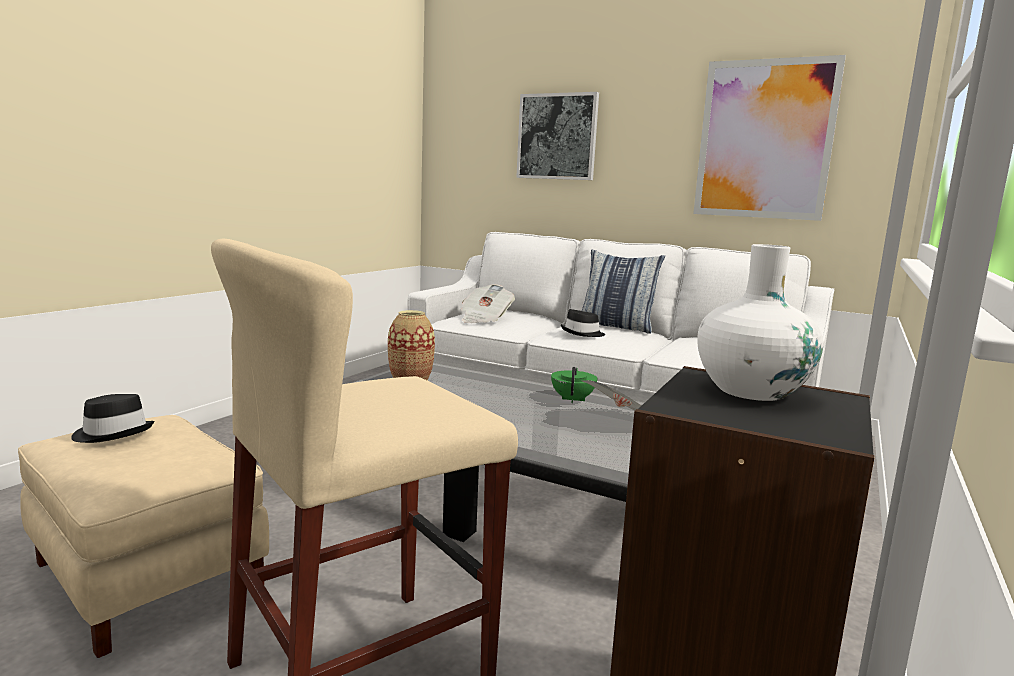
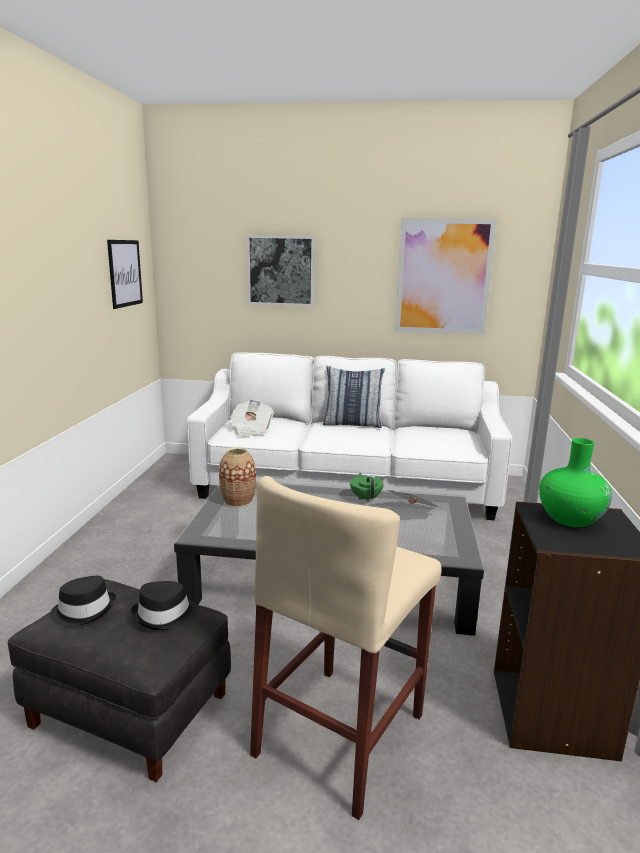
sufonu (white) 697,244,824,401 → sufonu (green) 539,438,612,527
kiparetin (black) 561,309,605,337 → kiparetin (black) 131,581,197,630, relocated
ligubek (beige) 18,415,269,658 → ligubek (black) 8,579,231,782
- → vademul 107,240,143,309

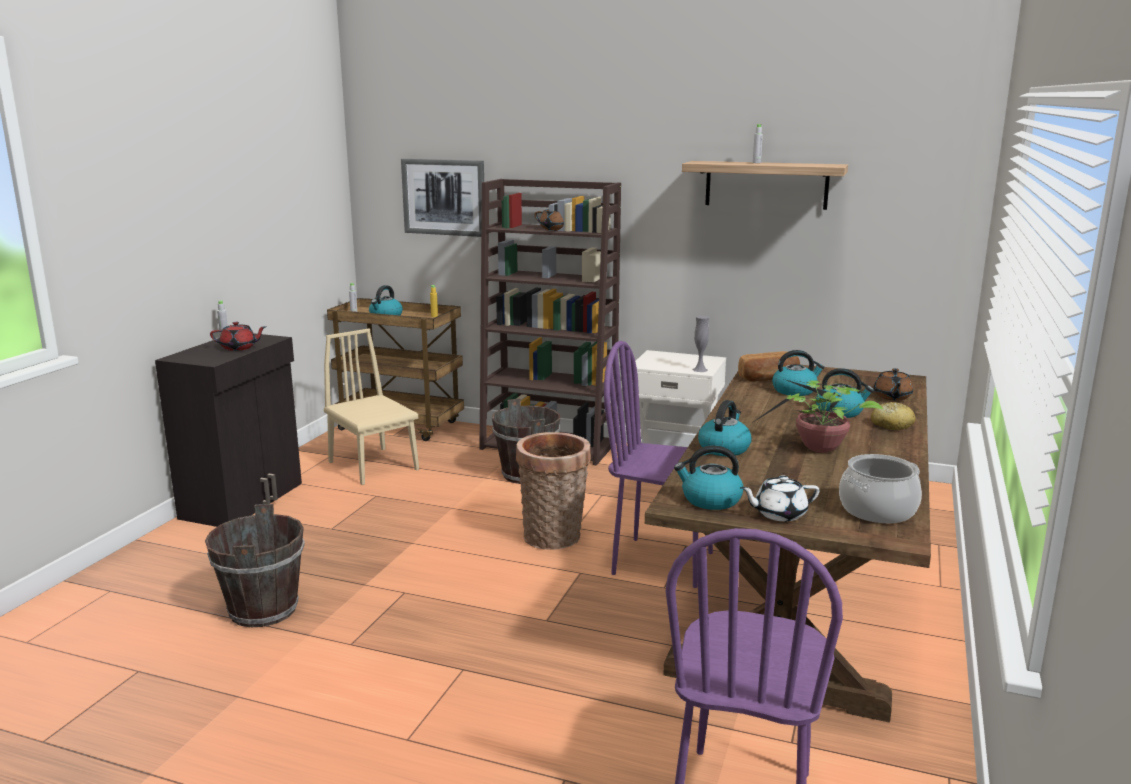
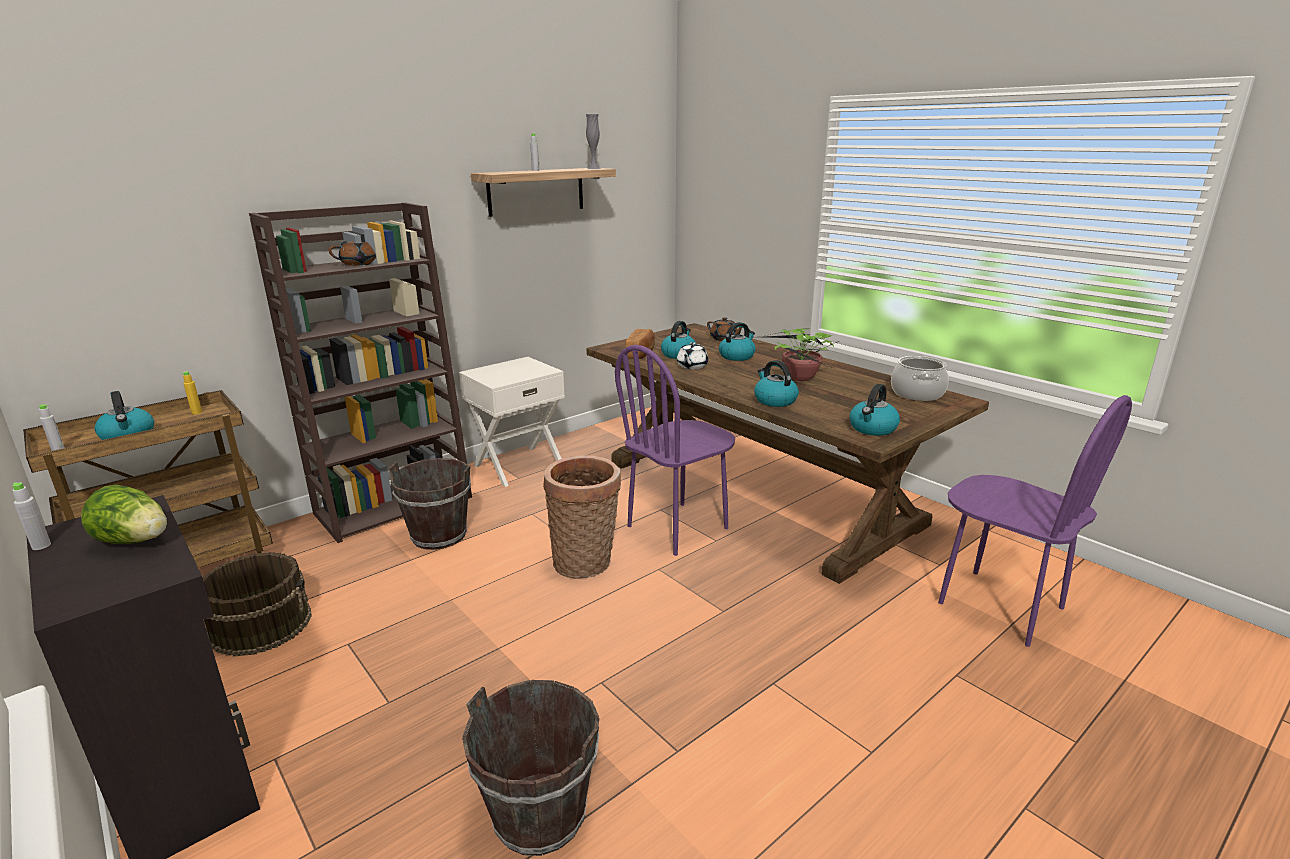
vademul 401,159,484,237 → -
sufonu (grey) 693,316,709,372 → sufonu (grey) 586,114,601,169, relocated
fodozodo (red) 210,322,267,351 → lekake 81,484,167,544
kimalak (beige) 324,329,419,485 → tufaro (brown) 202,552,312,657
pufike 871,402,915,430 → -
fodozodo (white) 740,475,819,521 → fodozodo (white) 677,342,708,369, relocated

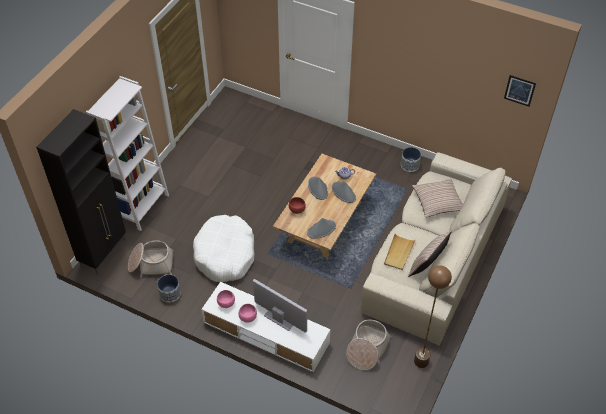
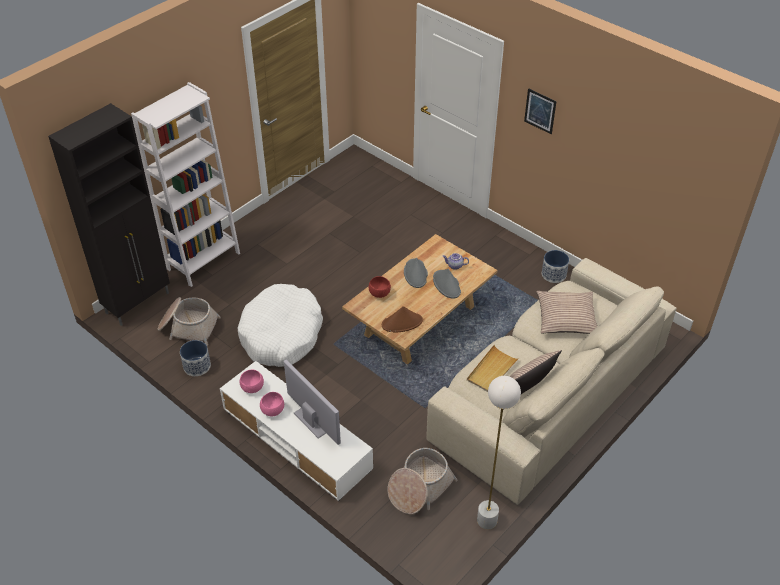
vademul 504,75,536,107 → vademul 524,88,557,134, relocated
kiparetin (grey) 307,218,336,239 → kiparetin (brown) 382,306,423,332
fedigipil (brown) 414,265,452,368 → fedigipil (white) 477,376,521,529

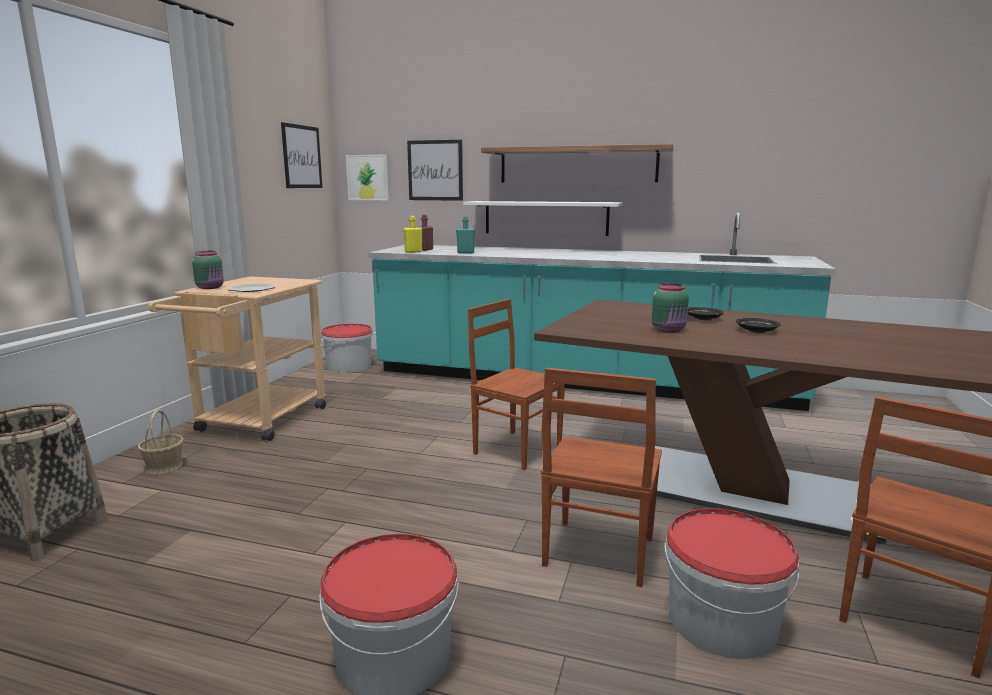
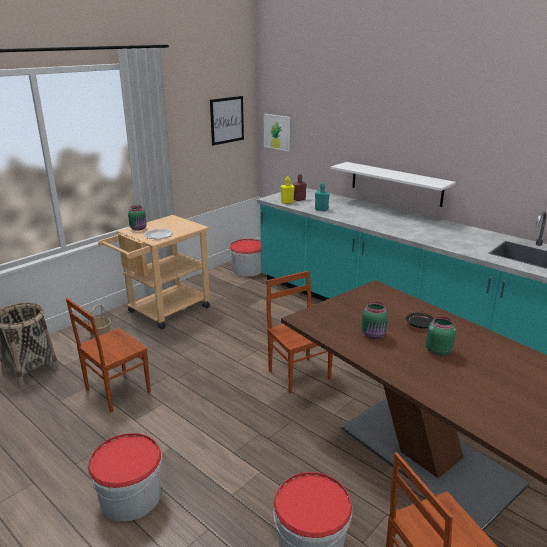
vademul 407,140,463,201 → -
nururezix 481,144,674,182 → -
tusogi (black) 736,318,781,333 → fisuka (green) 426,316,456,356
kimalak (brown) 541,368,662,587 → kimalak (brown) 66,298,151,412, relocated

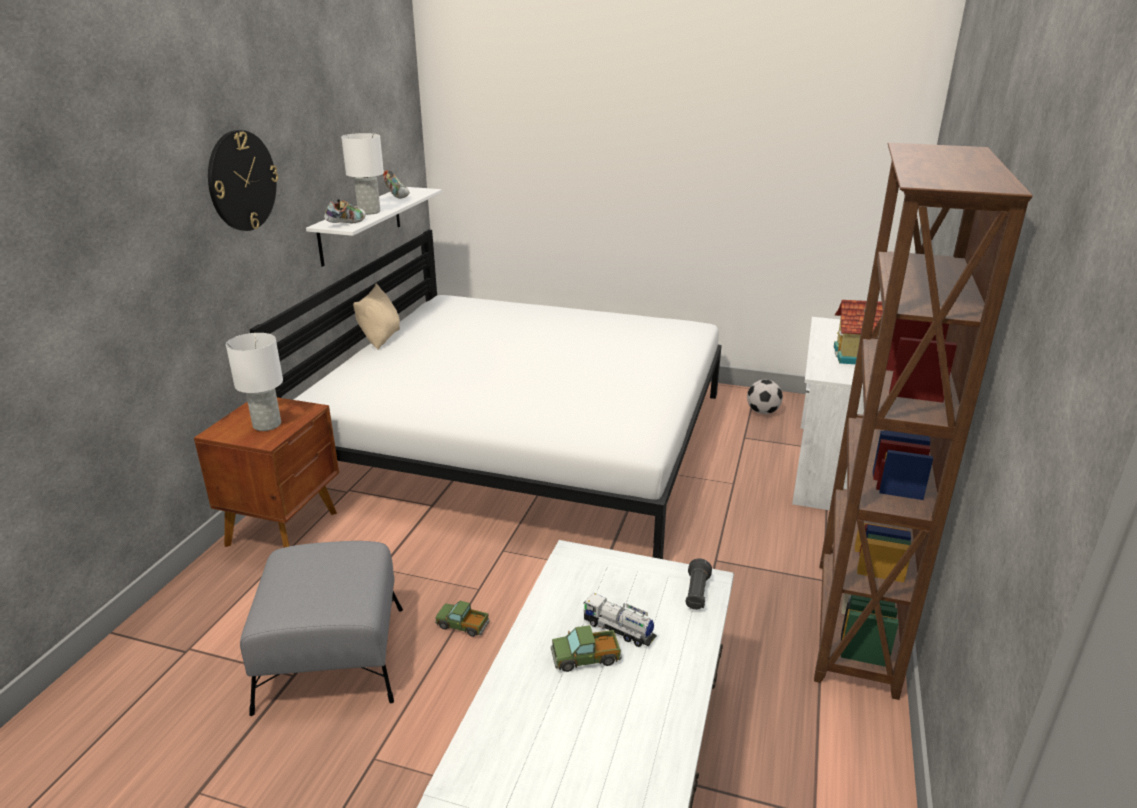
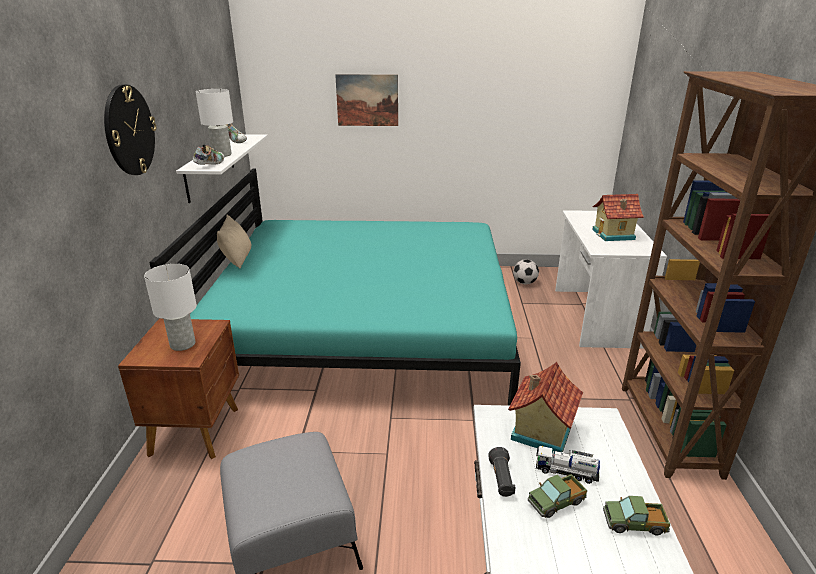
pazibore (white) 249,230,722,559 → pazibore (turquoise) 149,168,521,406
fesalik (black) 686,558,712,610 → fesalik (black) 488,447,516,497, relocated
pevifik 435,601,490,637 → pevifik 603,496,670,535, relocated
- → vademul 335,74,398,126
- → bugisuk 508,362,583,454

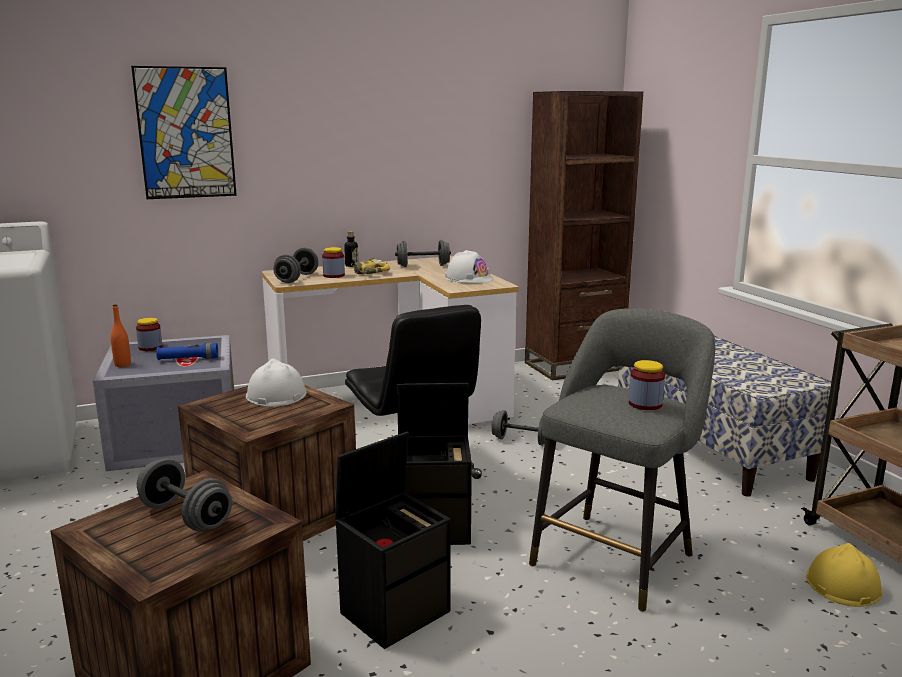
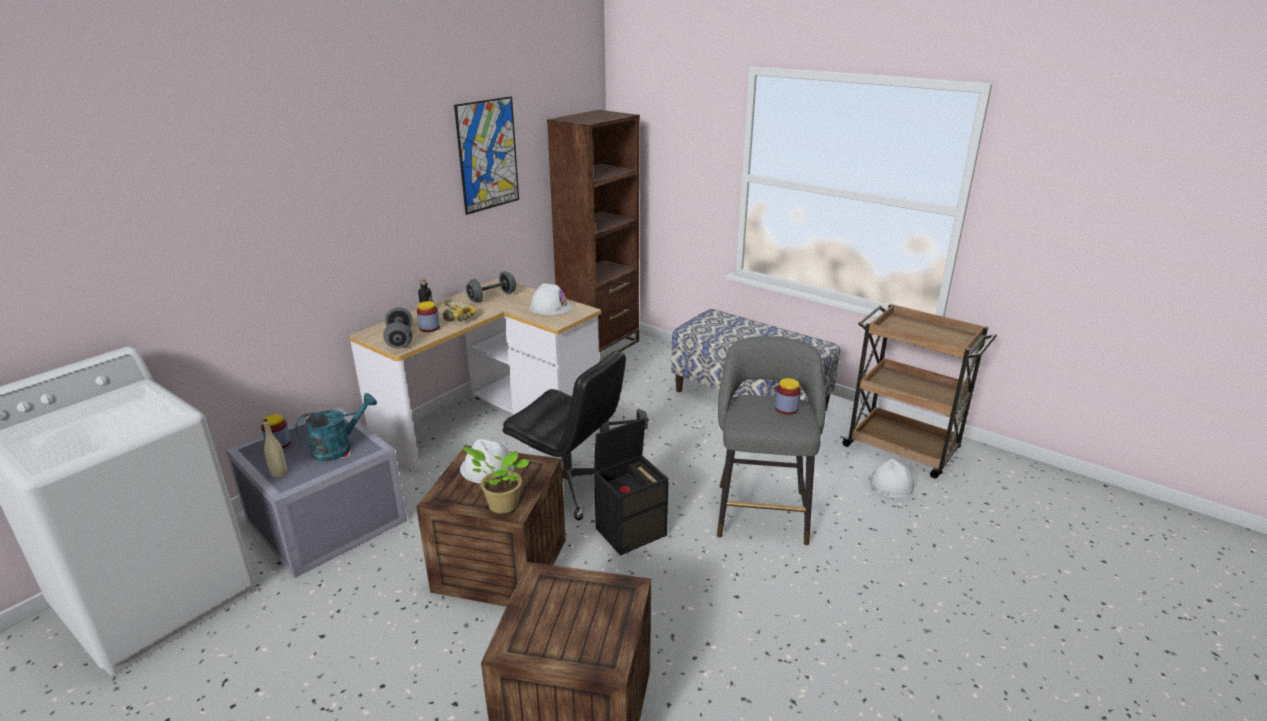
vademul 131,66,237,199 → vademul 454,96,519,215, relocated
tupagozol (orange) 111,304,131,367 → tupagozol (beige) 263,419,287,477
fesalik (blue) 156,343,218,360 → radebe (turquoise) 295,393,377,461
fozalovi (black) 335,431,450,649 → -
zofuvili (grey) 137,458,232,531 → -
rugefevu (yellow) 806,543,882,607 → rugefevu (white) 868,458,914,498
- → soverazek 462,447,529,514

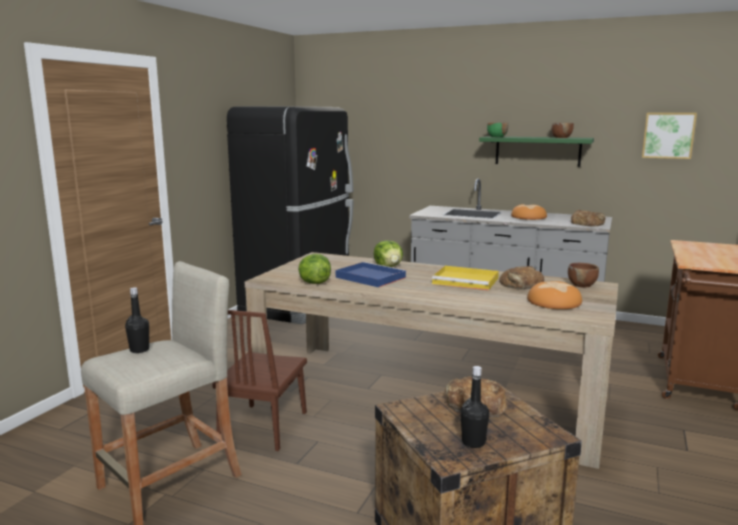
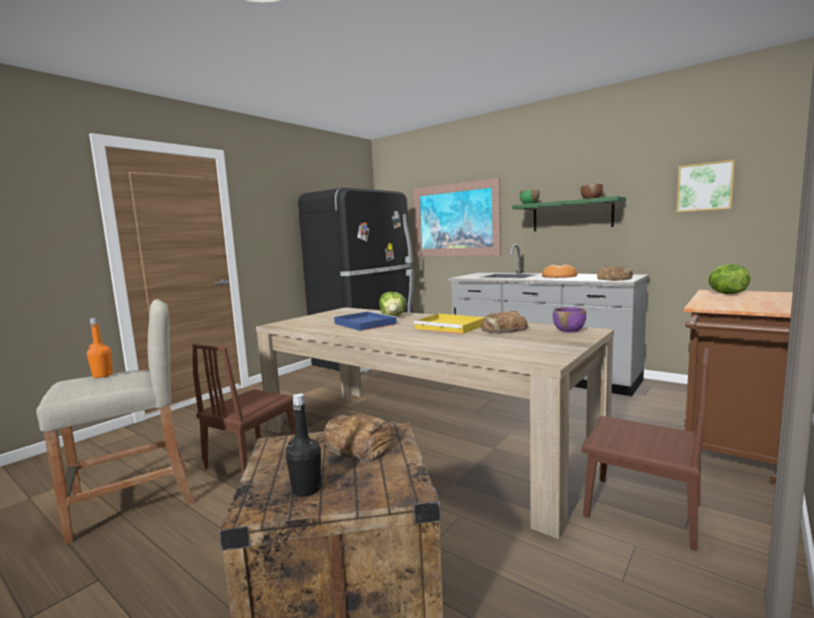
lekake 298,254,331,284 → lekake 708,264,751,294, relocated
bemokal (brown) 568,263,599,288 → bemokal (purple) 553,307,586,333
pufike 527,281,582,309 → -
tupagozol (black) 125,287,150,353 → tupagozol (orange) 87,318,113,378
- → vademul 413,178,501,257
- → kimalak (brown) 582,348,709,550

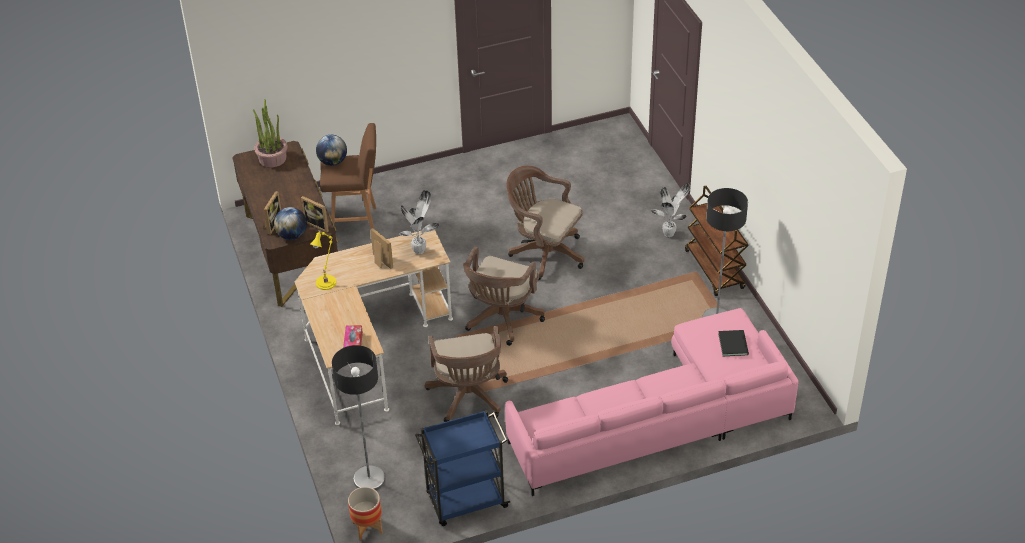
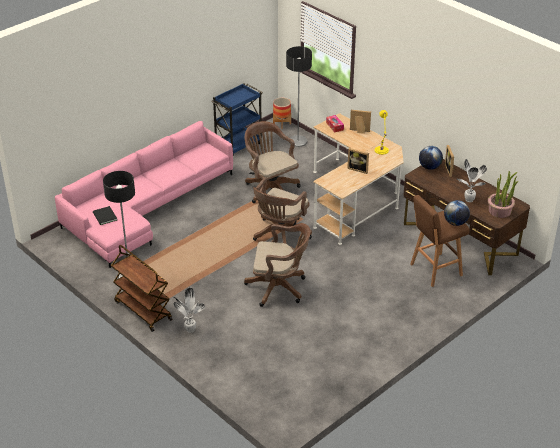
soverazek 399,190,439,254 → soverazek 457,159,487,202, relocated
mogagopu 301,196,329,233 → mogagopu 350,110,371,134, relocated
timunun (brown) 463,246,545,346 → timunun (brown) 253,178,312,244, 150 degrees counterclockwise

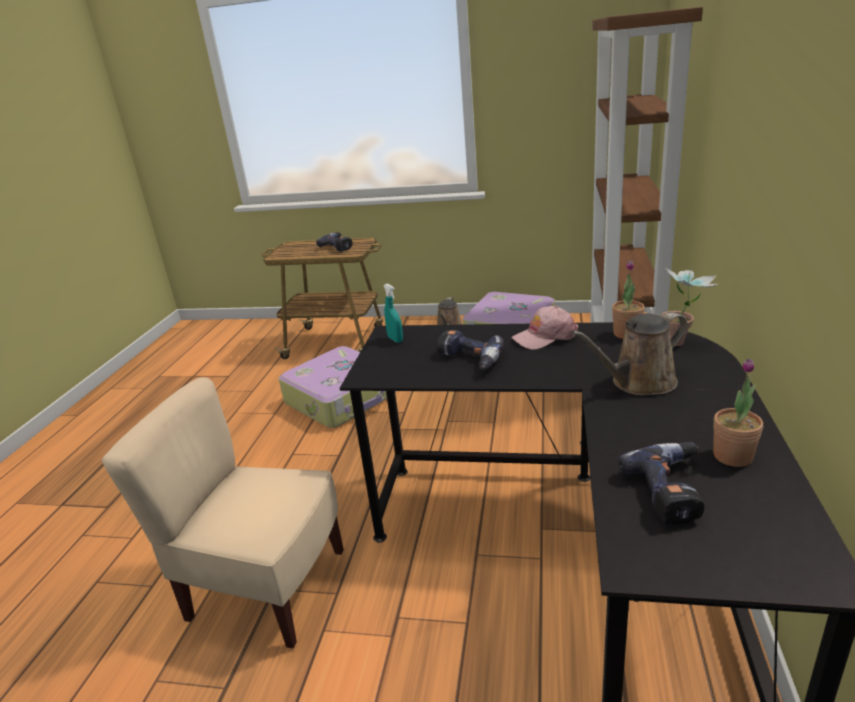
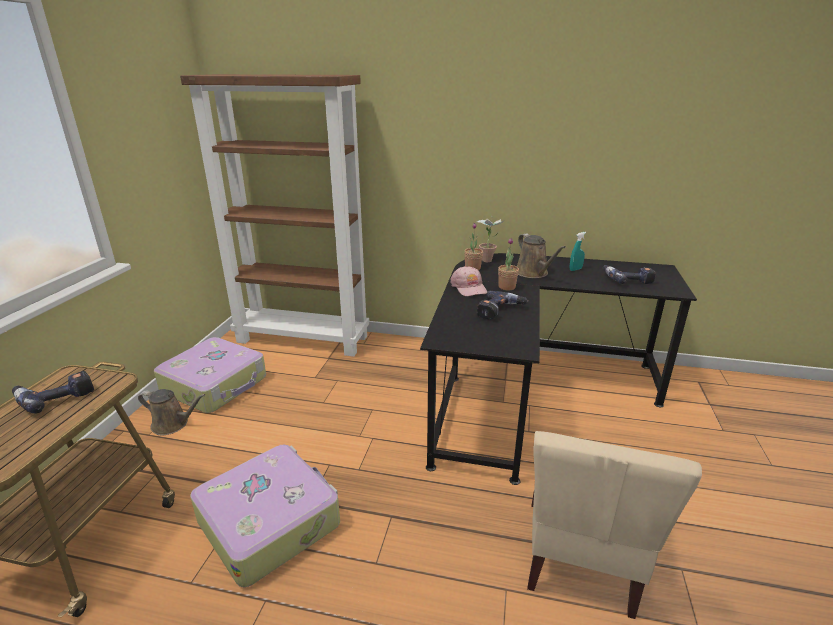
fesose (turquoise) 384,284,403,343 → fesose (turquoise) 570,232,586,271, relocated
soverazek 713,358,763,467 → soverazek 498,238,519,290, relocated

